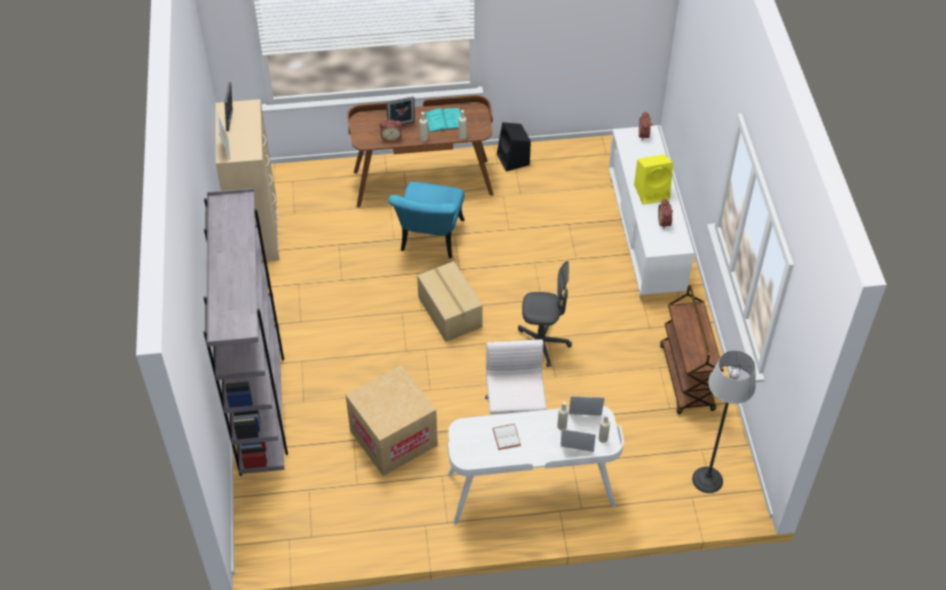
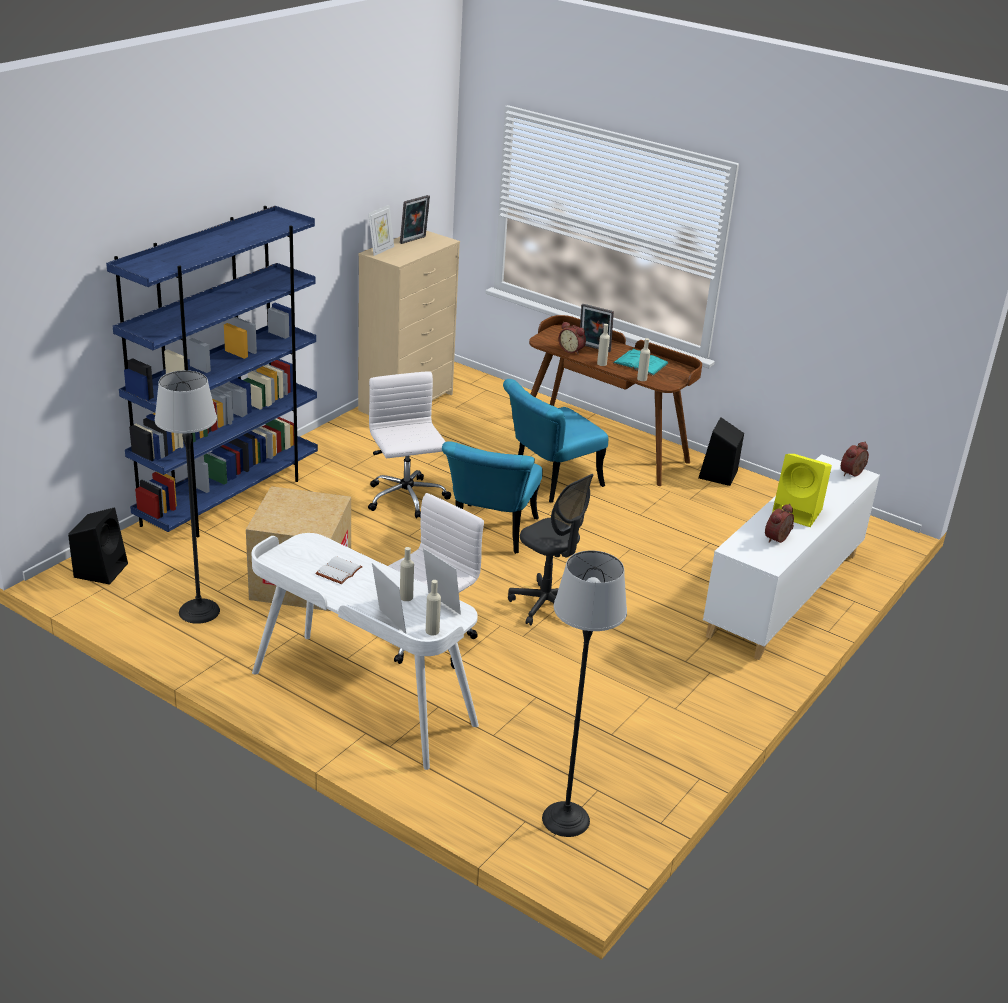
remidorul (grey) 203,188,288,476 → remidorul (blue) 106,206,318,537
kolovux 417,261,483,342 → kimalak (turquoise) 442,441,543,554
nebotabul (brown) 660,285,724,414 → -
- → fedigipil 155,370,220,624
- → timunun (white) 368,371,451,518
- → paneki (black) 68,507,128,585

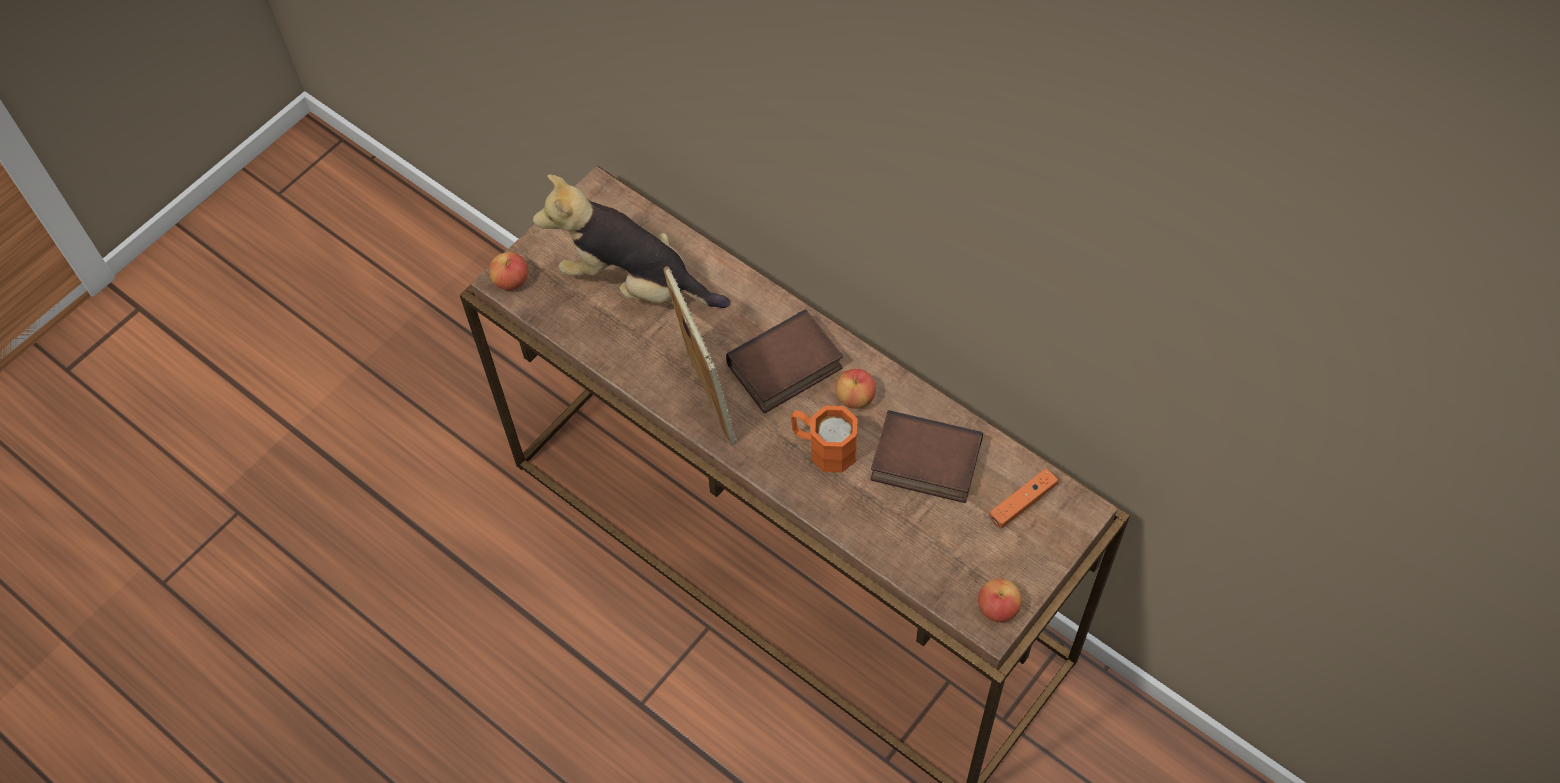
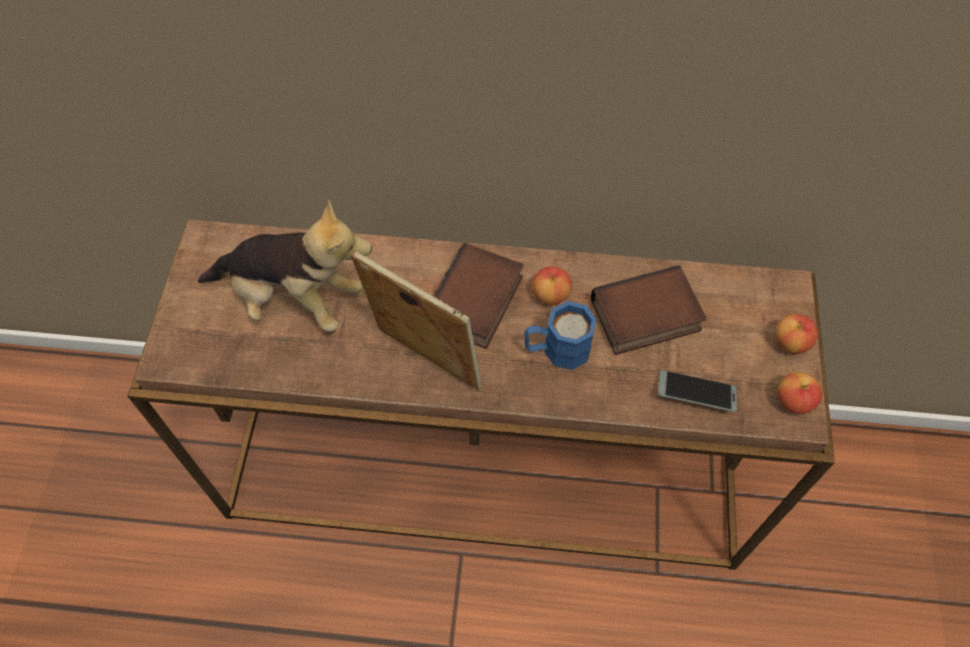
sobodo 533,174,730,308 → sobodo 198,199,372,332, 150 degrees counterclockwise
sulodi 489,252,528,290 → sulodi 775,314,818,354, relocated
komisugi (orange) 791,405,858,473 → komisugi (blue) 524,301,597,370
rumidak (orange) 989,468,1058,529 → -
- → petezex 658,370,737,412

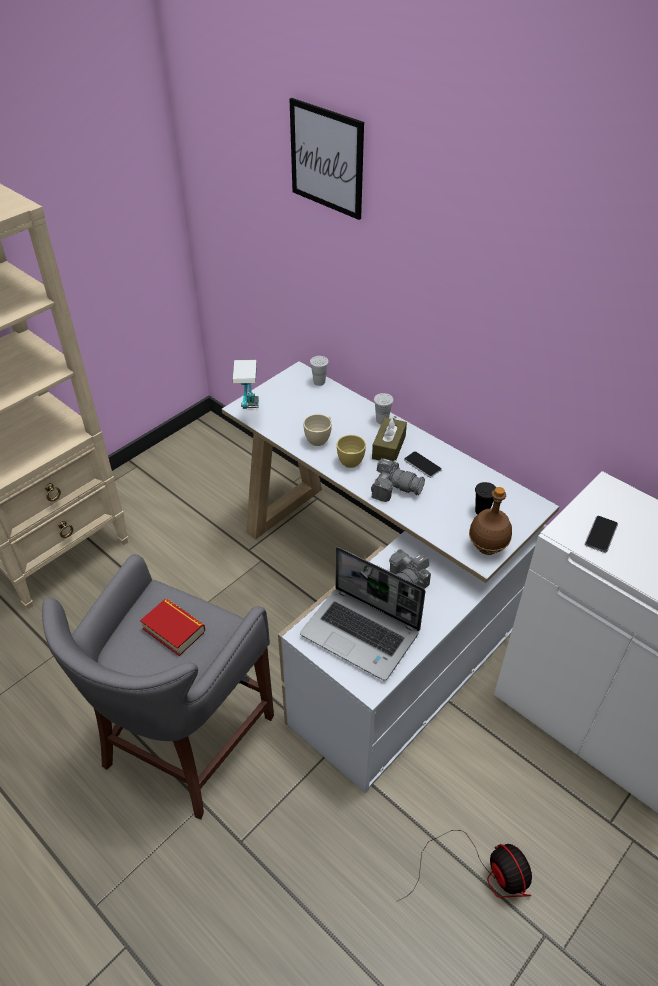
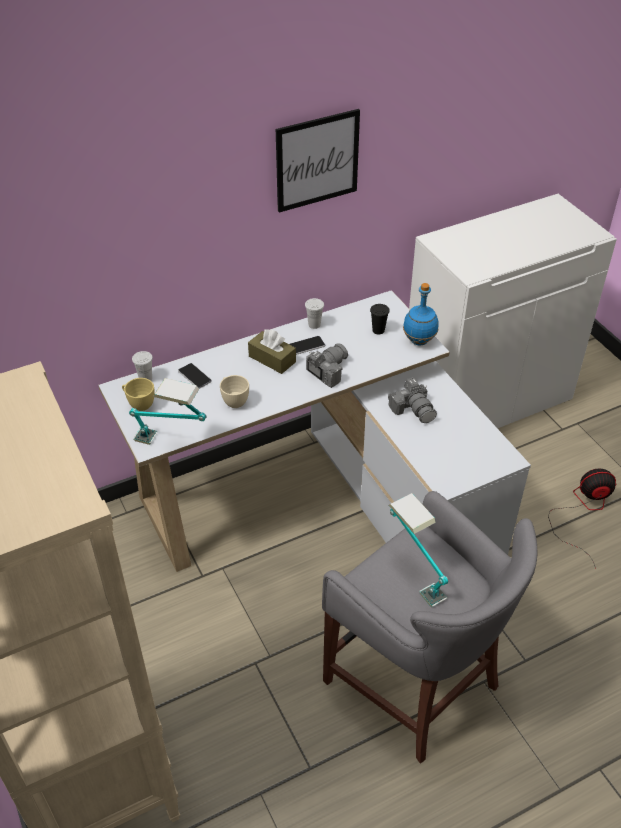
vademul 290,98,364,220 → vademul 276,109,360,212, relocated
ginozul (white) 374,393,394,424 → ginozul (white) 305,298,324,329, relocated
ginozul (yellow) 337,435,366,468 → ginozul (yellow) 122,378,155,411, relocated
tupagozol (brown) 469,487,512,555 → tupagozol (blue) 403,283,439,346
petezex 585,516,618,553 → petezex 178,363,212,389, relocated
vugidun 300,547,426,681 → -
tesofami 140,599,205,656 → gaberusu 389,493,448,607

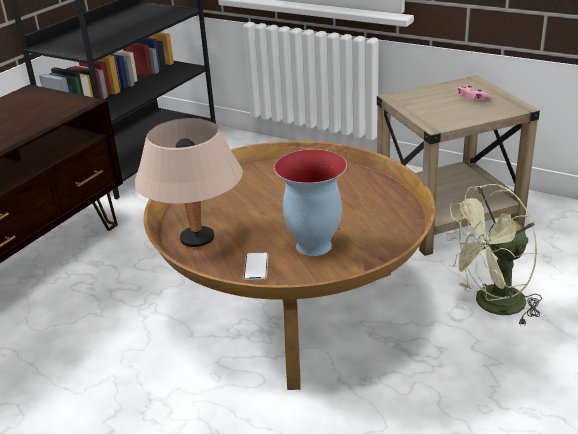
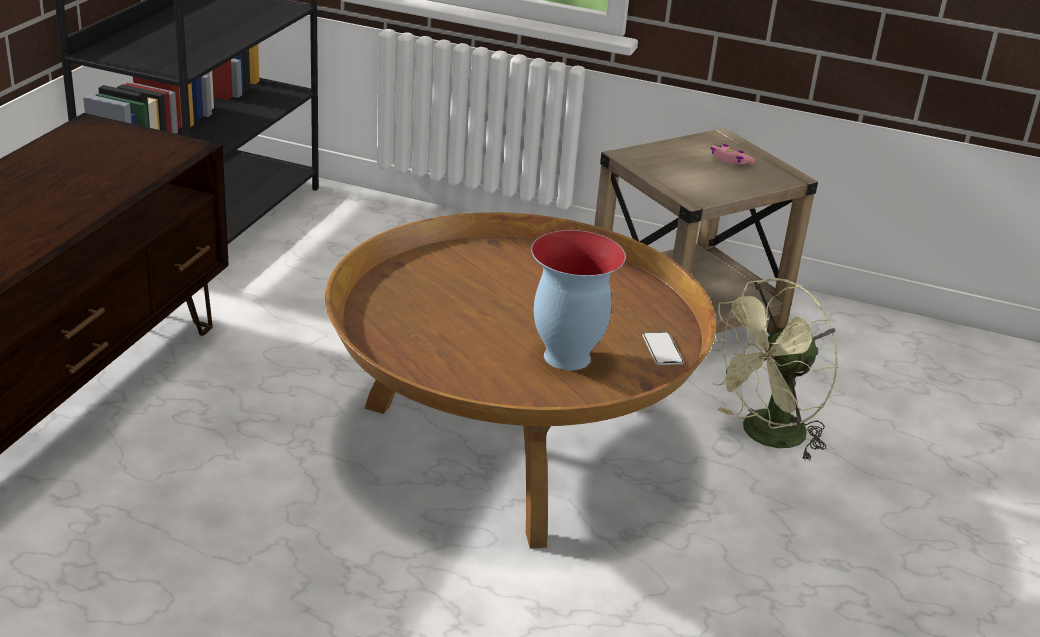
gaberusu (beige) 135,118,243,247 → -
petezex 243,252,268,280 → petezex 642,332,684,365, relocated

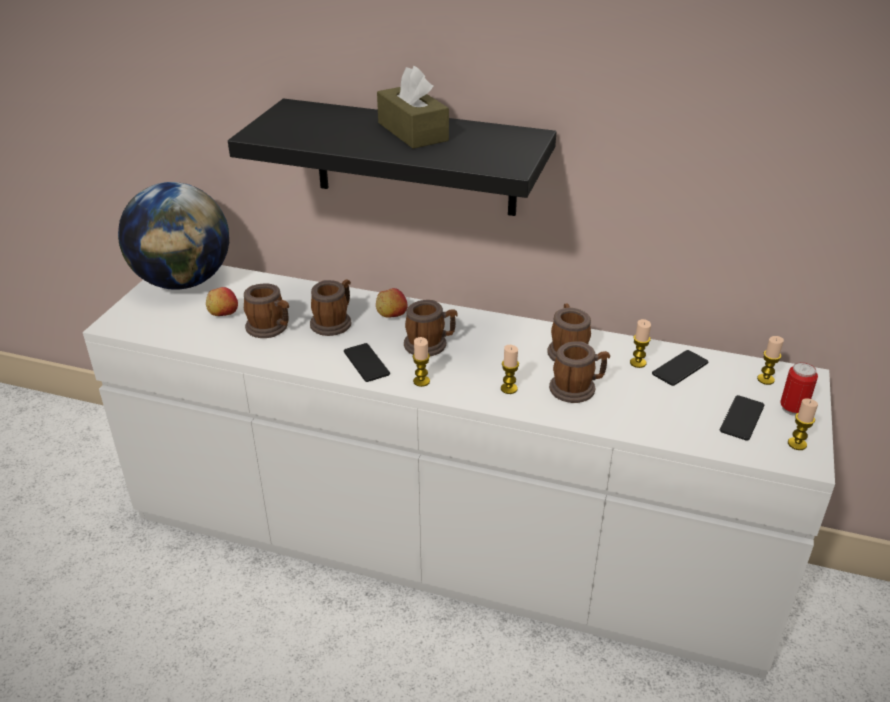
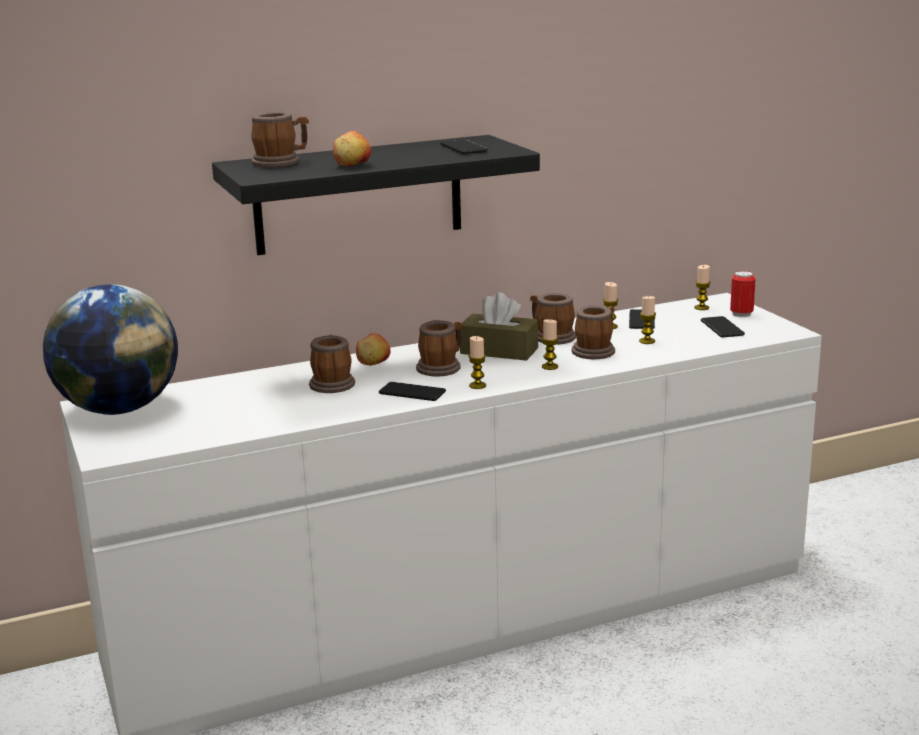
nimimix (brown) 377,66,449,149 → nimimix (brown) 460,292,538,361, relocated
komisugi 244,283,289,338 → komisugi 251,111,309,168, relocated
sulodi 206,287,238,316 → sulodi 333,131,371,166, relocated
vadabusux 788,398,818,450 → vadabusux 639,296,656,344, relocated
- → petezex 440,139,488,154

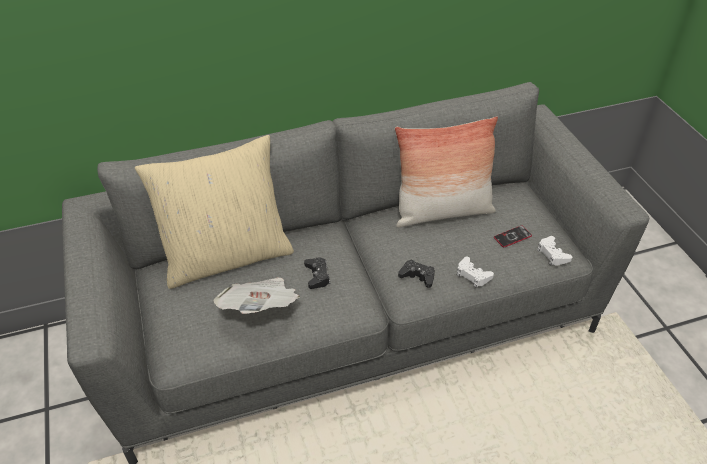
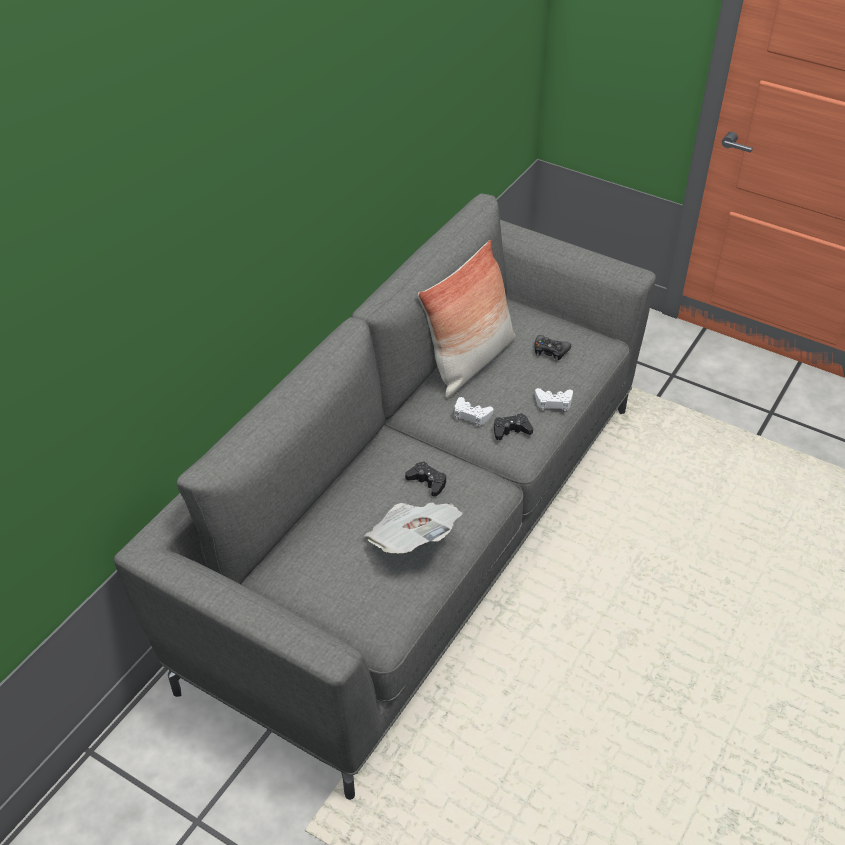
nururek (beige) 135,135,294,289 → -
petezex 494,226,532,247 → rumidak (black) 535,335,571,361
rumidak (white) 537,236,572,266 → rumidak (white) 455,397,493,427, relocated

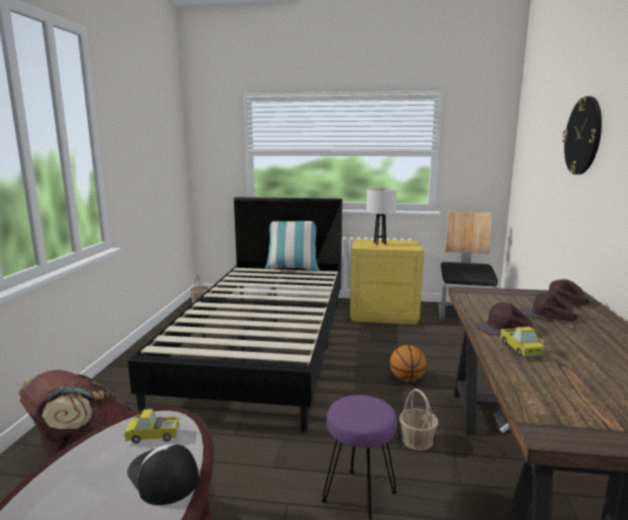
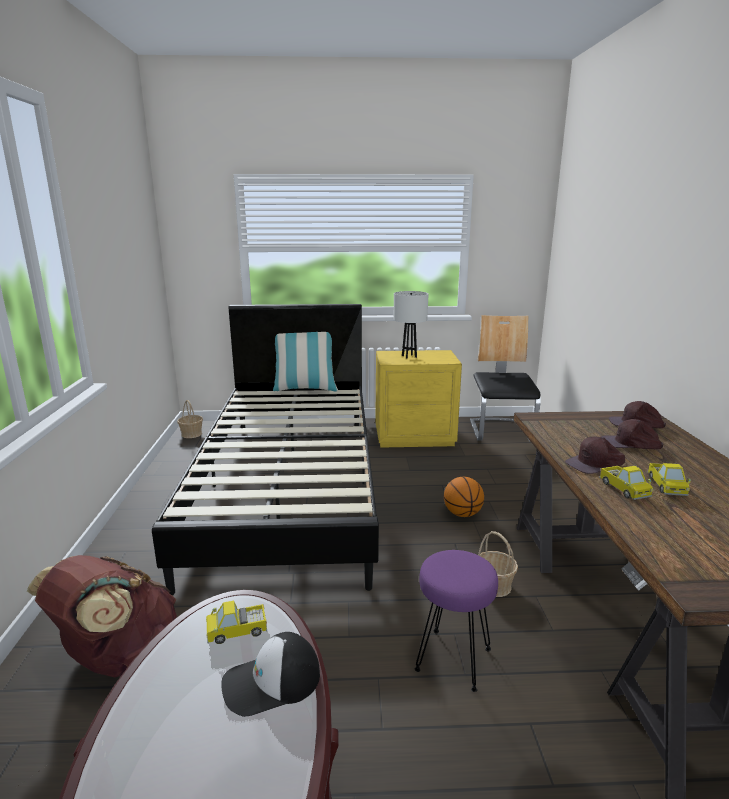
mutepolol 562,96,602,175 → -
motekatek 127,444,199,505 → motekatek 221,632,320,717, 60 degrees counterclockwise
- → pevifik 647,463,691,496

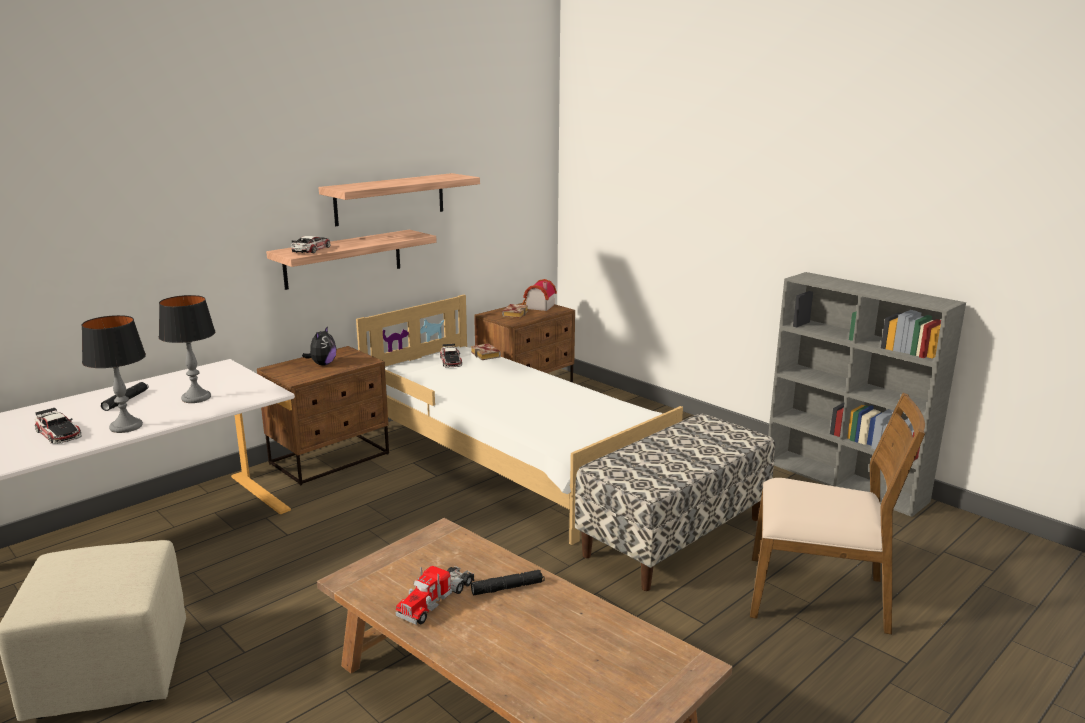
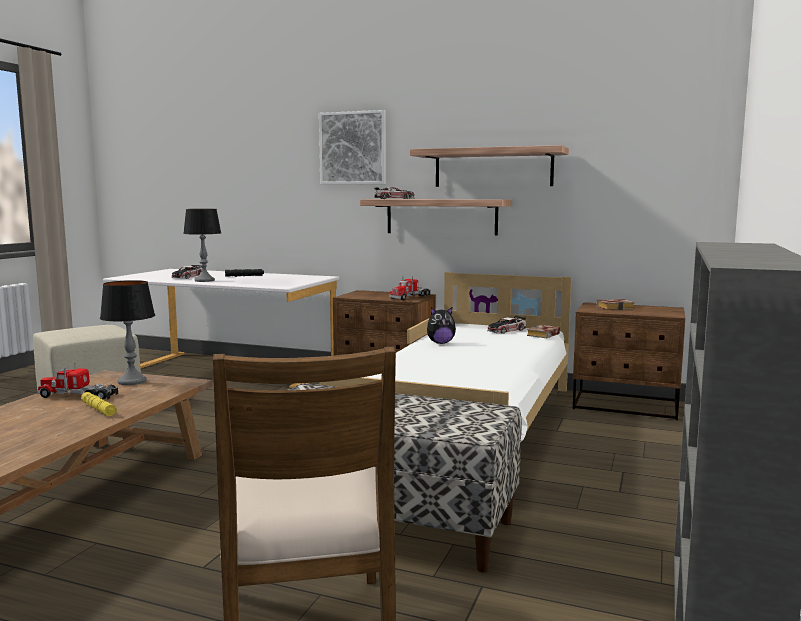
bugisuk 522,279,557,311 → -
gaberusu 159,295,215,403 → gaberusu 100,280,155,385, relocated
sobodo 302,326,336,366 → sobodo 427,307,456,344, relocated
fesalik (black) 471,570,545,595 → fesalik (yellow) 81,392,117,416
- → vademul 319,110,386,185
- → pevifik 389,276,430,300

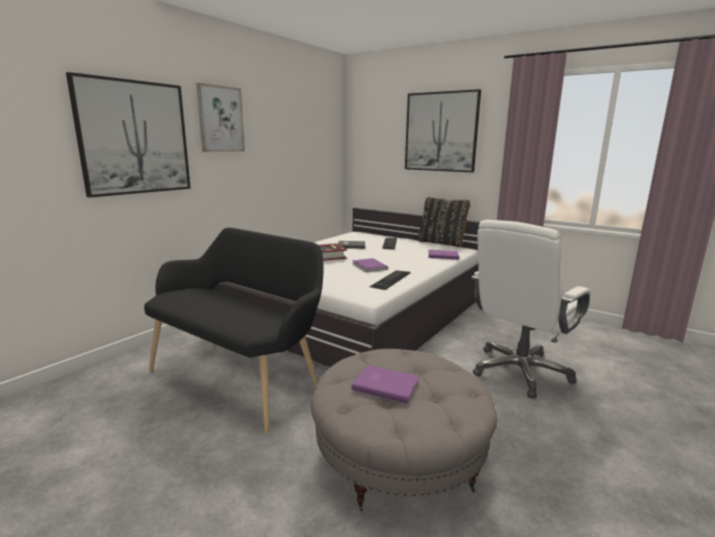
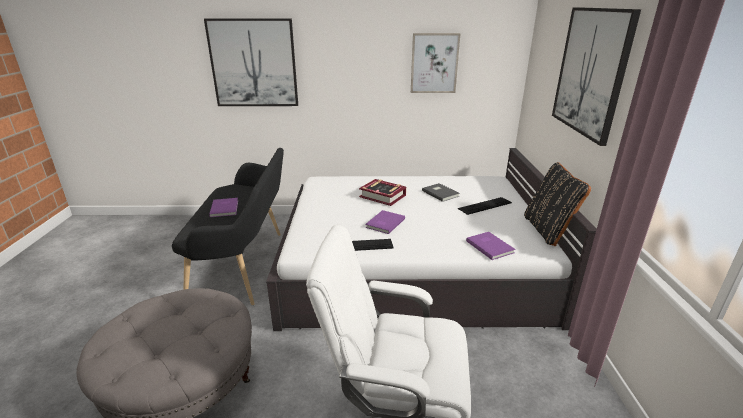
vademul 196,83,245,152 → vademul 411,33,461,93, relocated
tesofami (purple) 351,365,419,403 → tesofami (purple) 209,198,238,217, relocated

